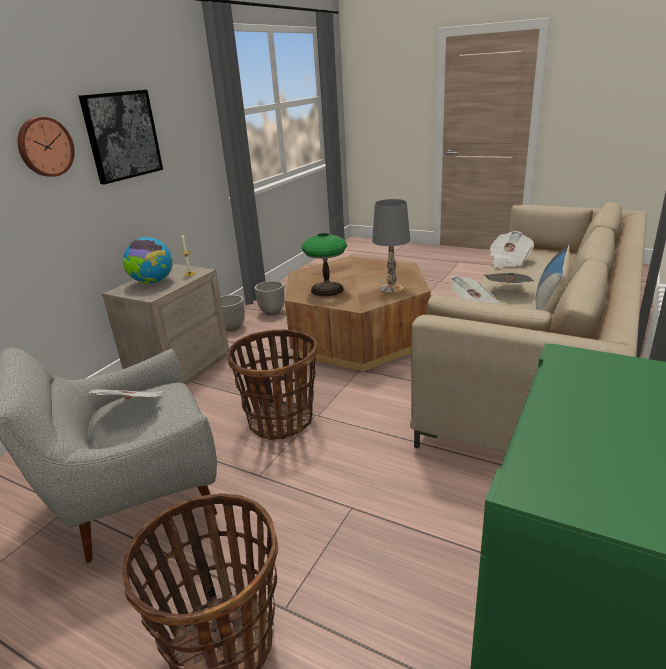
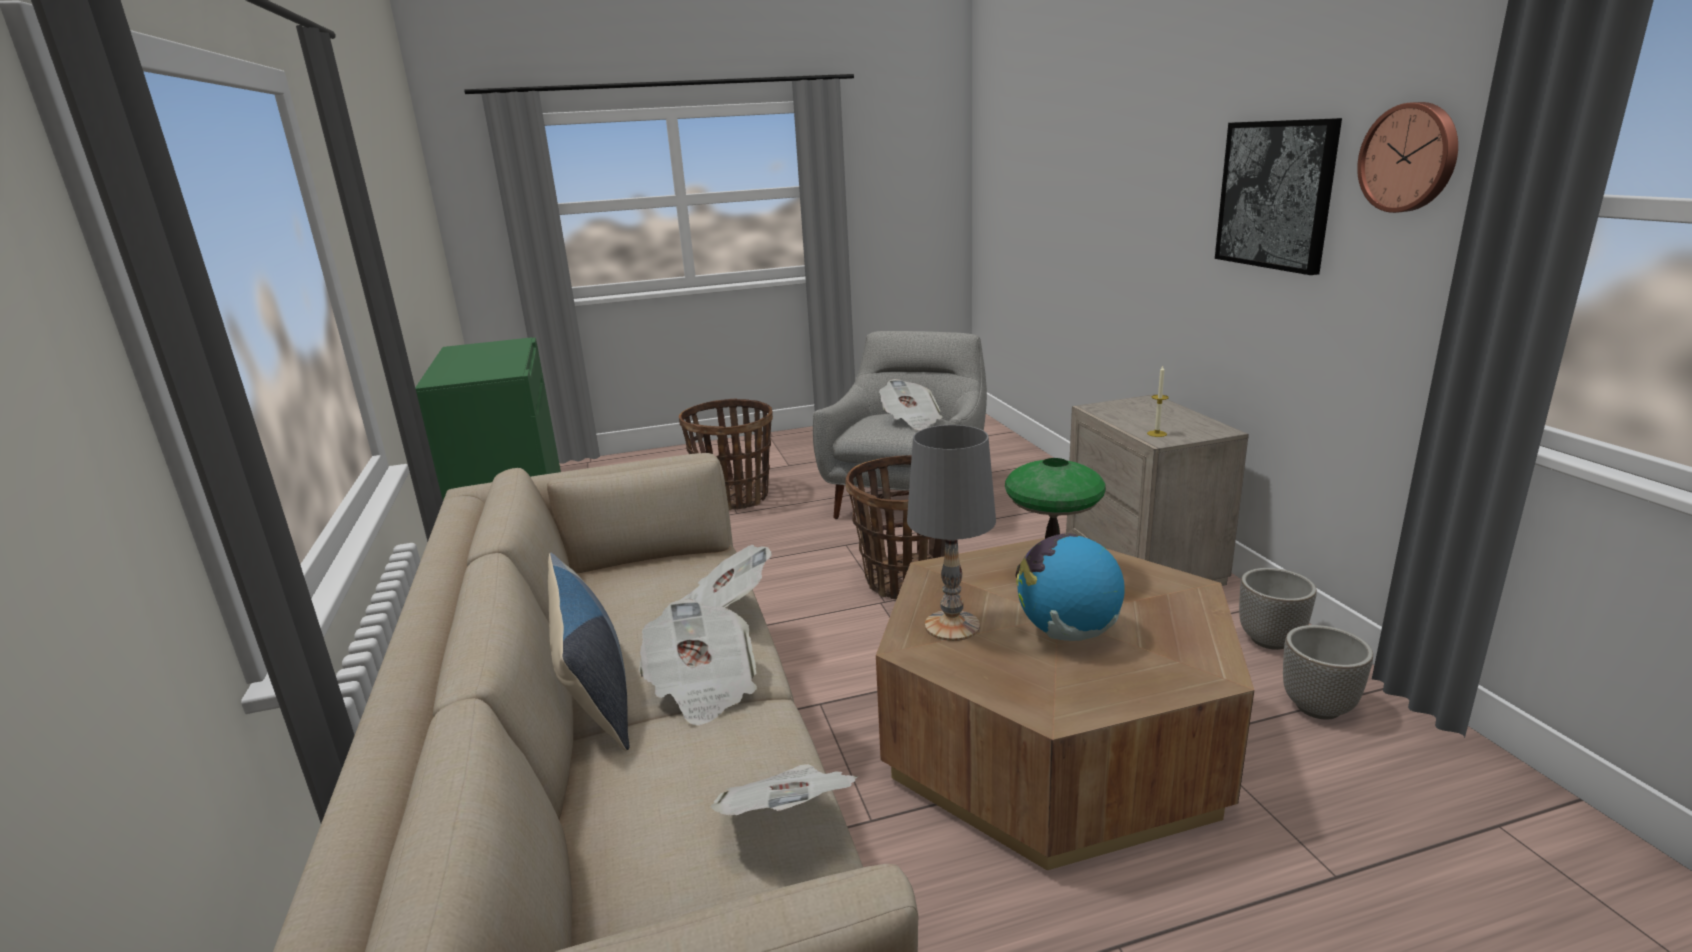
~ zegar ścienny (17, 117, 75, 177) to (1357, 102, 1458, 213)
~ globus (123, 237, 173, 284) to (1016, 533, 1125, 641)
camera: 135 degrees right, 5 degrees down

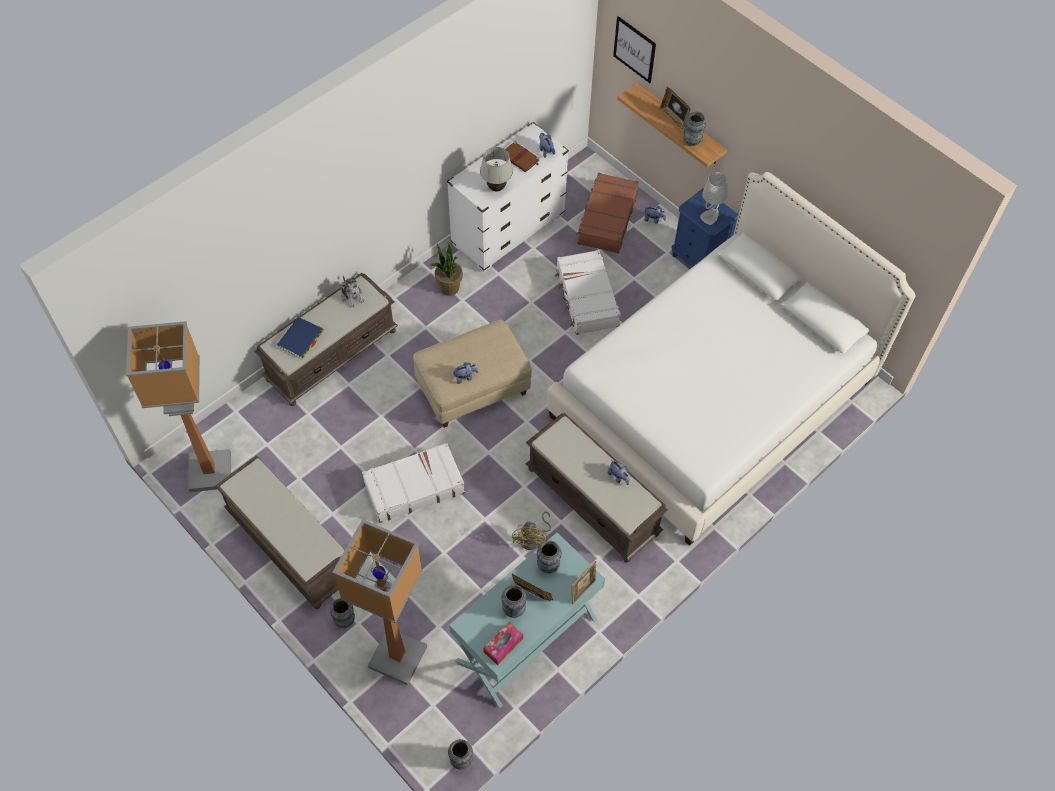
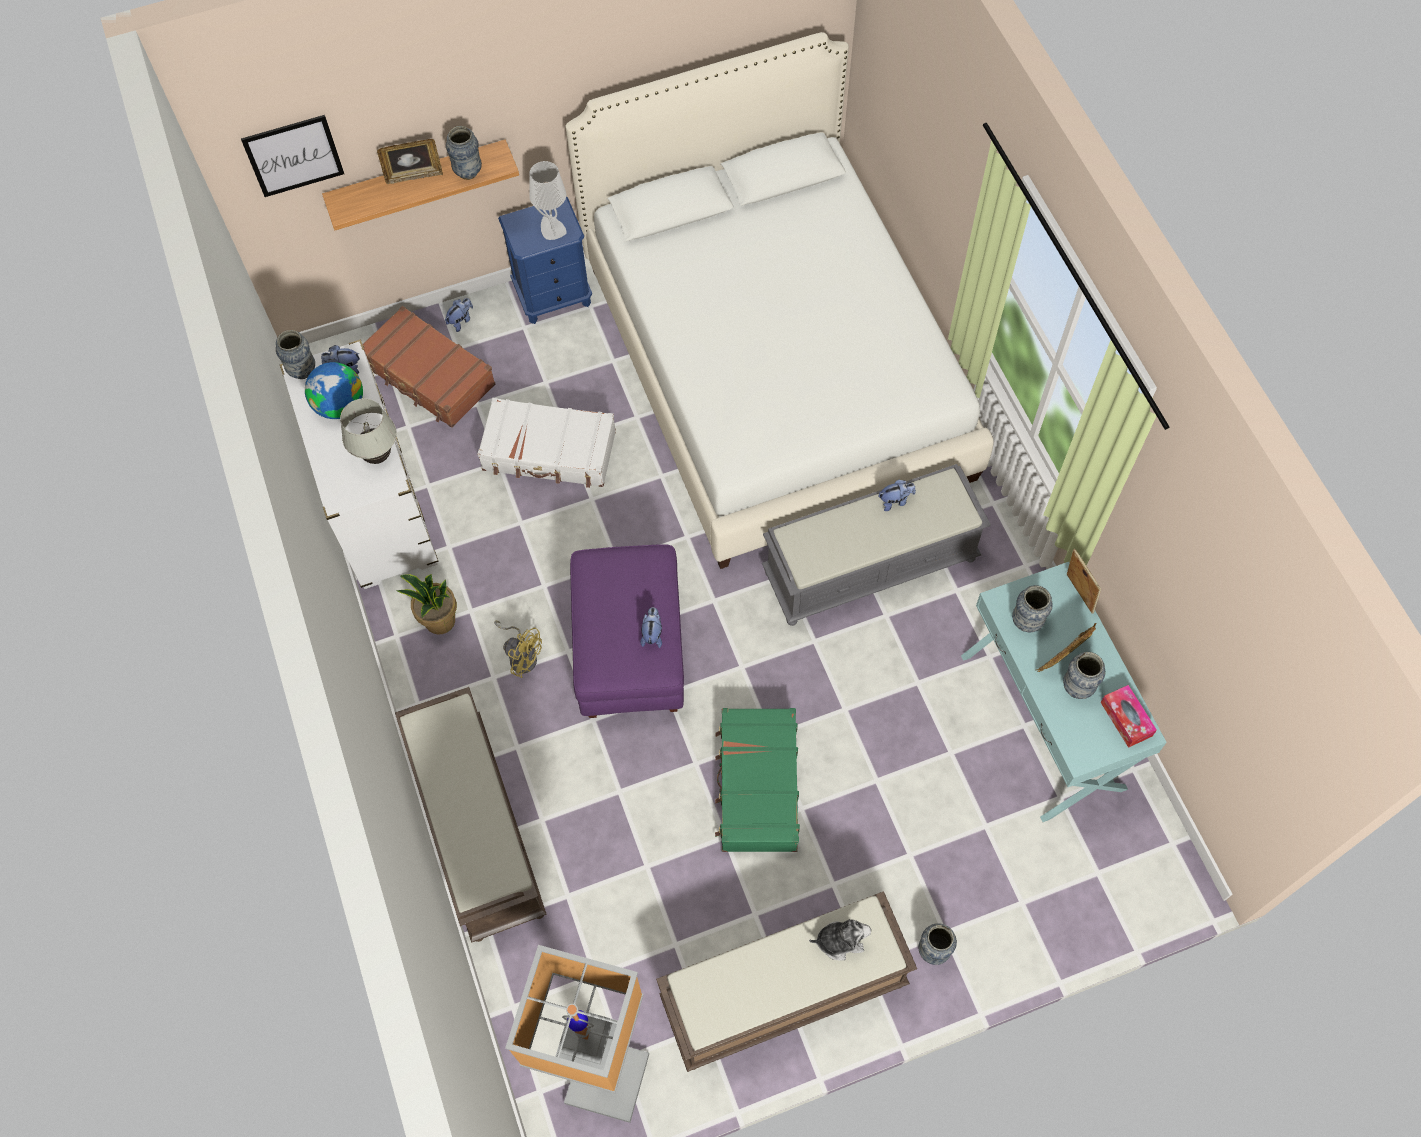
~ książka/brązowy (505, 141, 540, 172) to globus (305, 362, 363, 419)
~ pluszak (340, 276, 365, 308) to (809, 919, 871, 961)
- książka/niebieski (277, 317, 324, 359)
~ pufa/beżowy (413, 320, 532, 428) to pufa/fioletowy (570, 544, 684, 718)
~ ławka/brązowy (526, 413, 668, 562) to ławka/szary (762, 464, 991, 626)
~ walizka/biały (362, 443, 465, 523) to walizka/zielony (715, 708, 800, 852)
~ wentylator/żółty (512, 512, 551, 550) to (494, 621, 542, 678)
- lampa stojąca (332, 519, 427, 686)
~ wazon (448, 739, 473, 769) to (276, 330, 315, 379)
camera: 65 degrees left, 5 degrees up

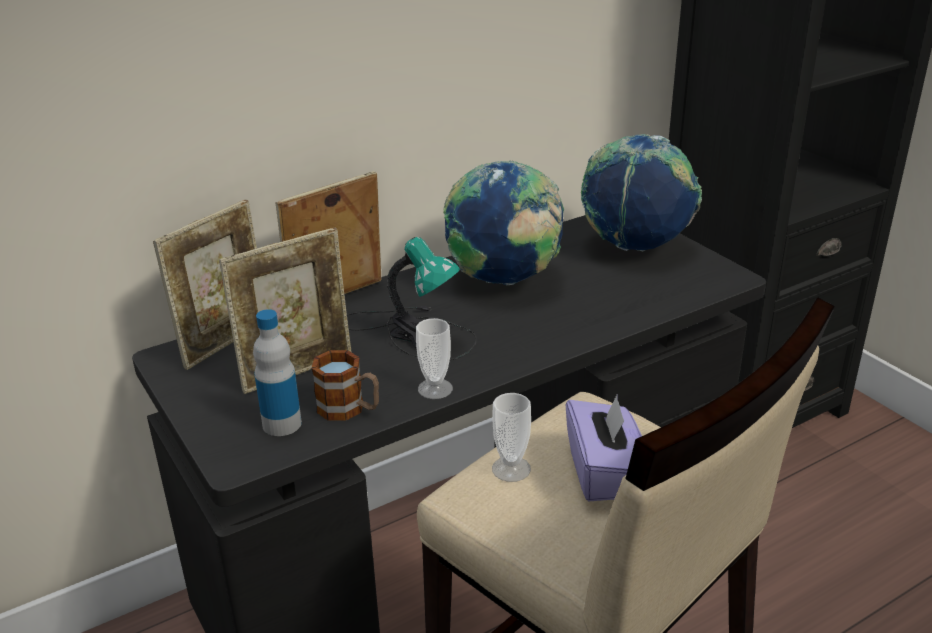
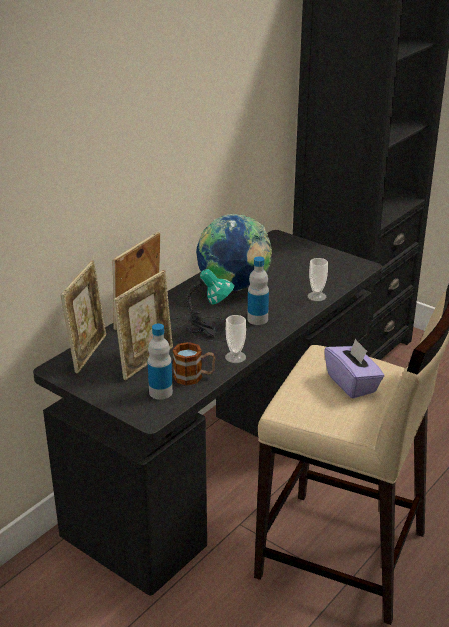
- globus (581, 134, 702, 251)
~ filiżanka (492, 393, 531, 482) to (308, 258, 328, 301)
+ butelka (247, 256, 269, 325)
camera: 20 degrees left, 0 degrees up

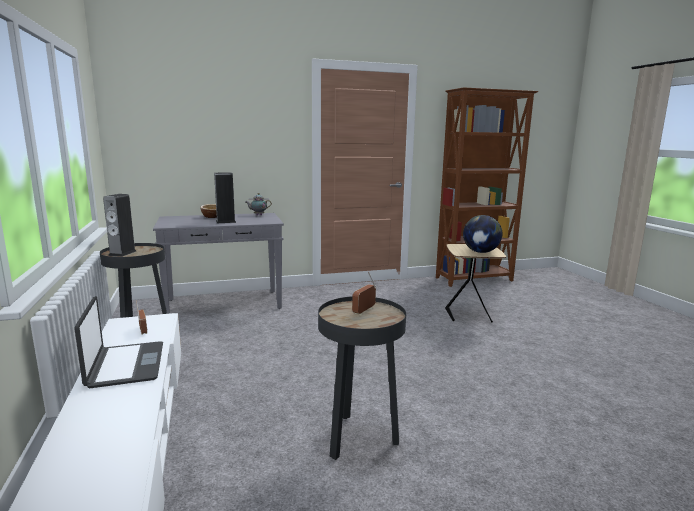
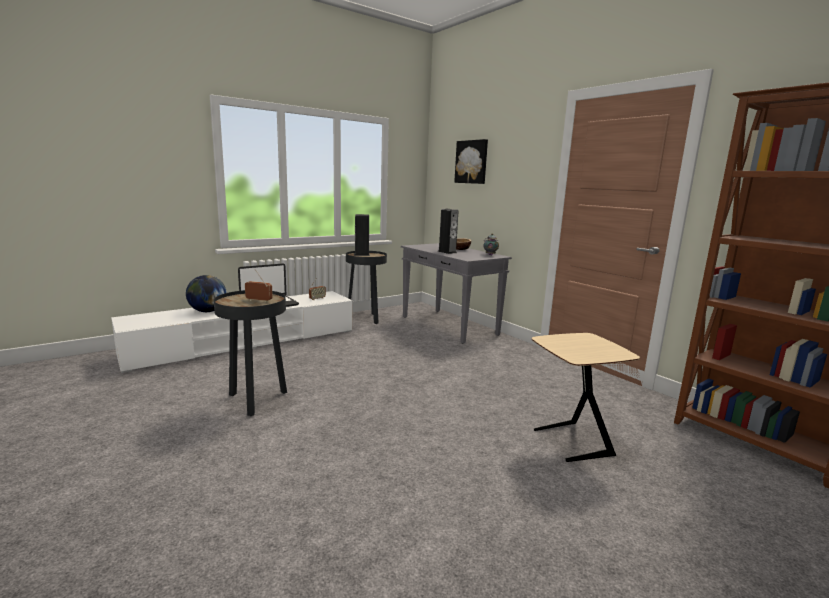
~ globus (463, 215, 502, 253) to (186, 275, 227, 312)
+ obraz (454, 139, 488, 184)
camera: 70 degrees right, 0 degrees up

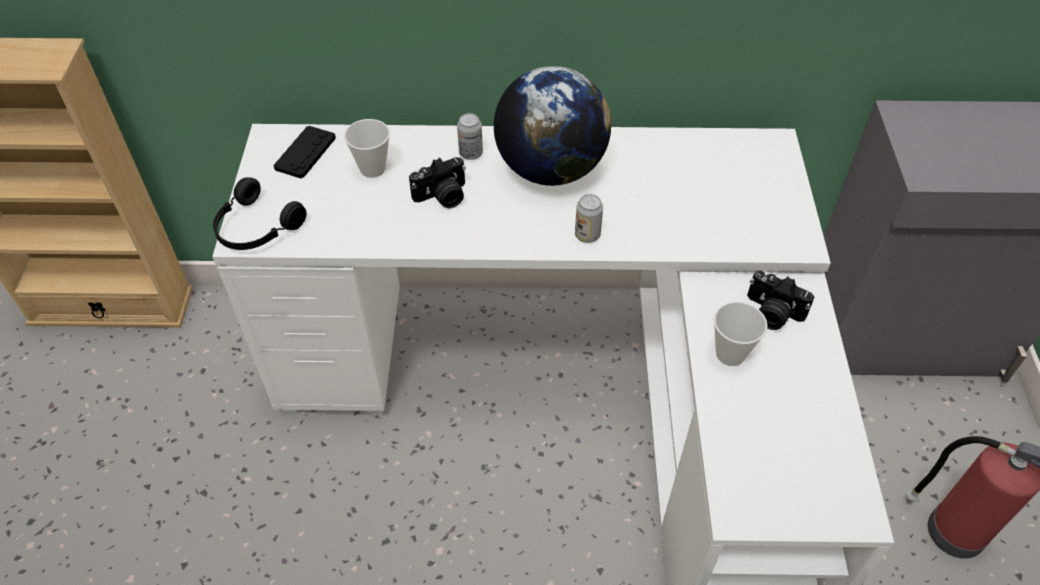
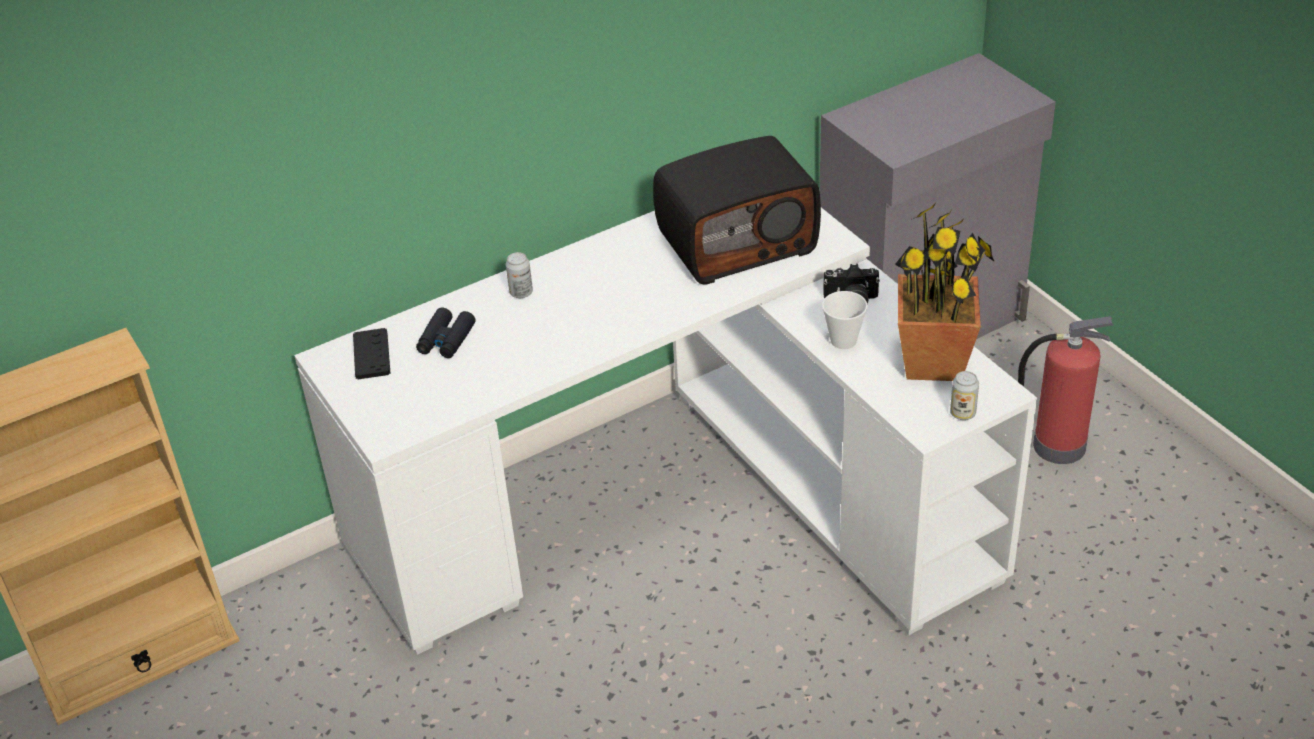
- globus (494, 66, 611, 186)
~ filiżanka (344, 119, 390, 178) to lornetka/czarny (416, 308, 475, 358)
- aparat fotograficzny (409, 157, 466, 208)
- słuchawki/czarny (213, 177, 307, 250)
~ puszka (575, 194, 603, 243) to (950, 371, 979, 420)
+ radio (653, 136, 821, 285)
+ roślina doniczkowa (895, 204, 995, 381)
camera: 30 degrees left, 10 degrees down

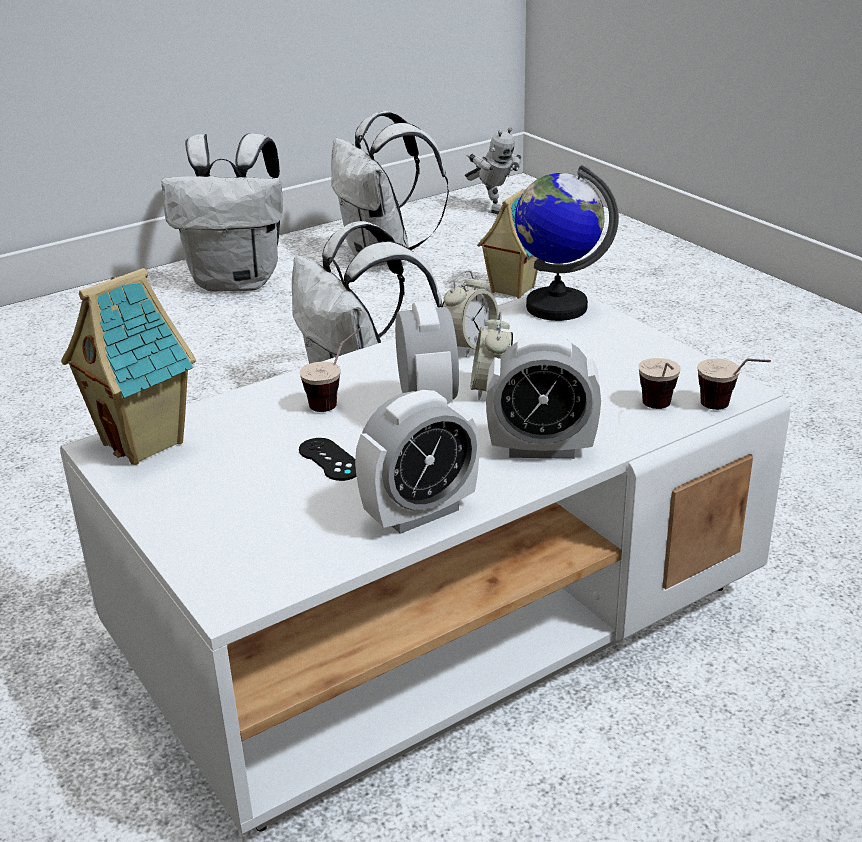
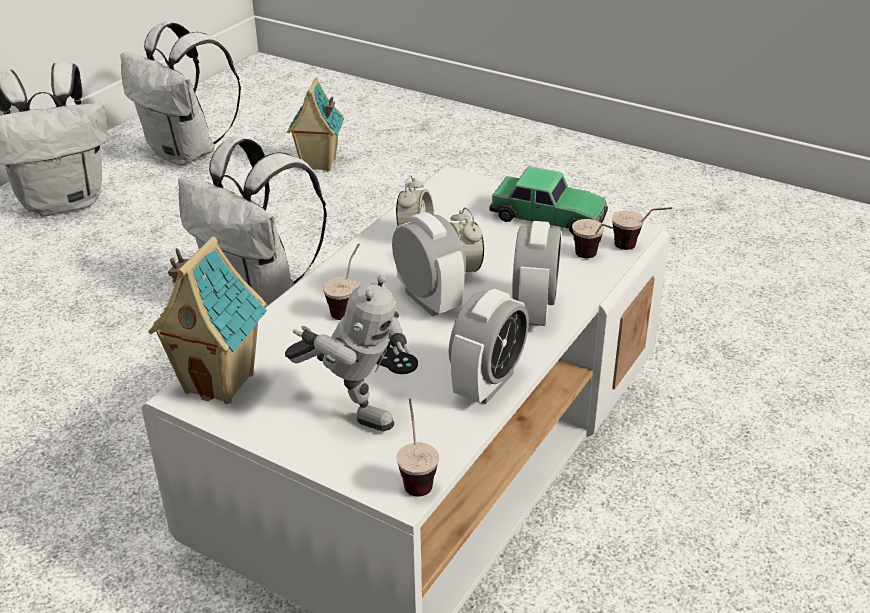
~ robot zabawkowy (465, 127, 521, 214) to (285, 275, 410, 431)
- globus (515, 165, 619, 321)
~ budzik (486, 335, 601, 459) = (512, 221, 561, 326) 60 degrees counterclockwise
+ samochodzik (489, 166, 608, 234)
+ filiżanka (396, 398, 439, 497)
camera: 25 degrees left, 5 degrees up

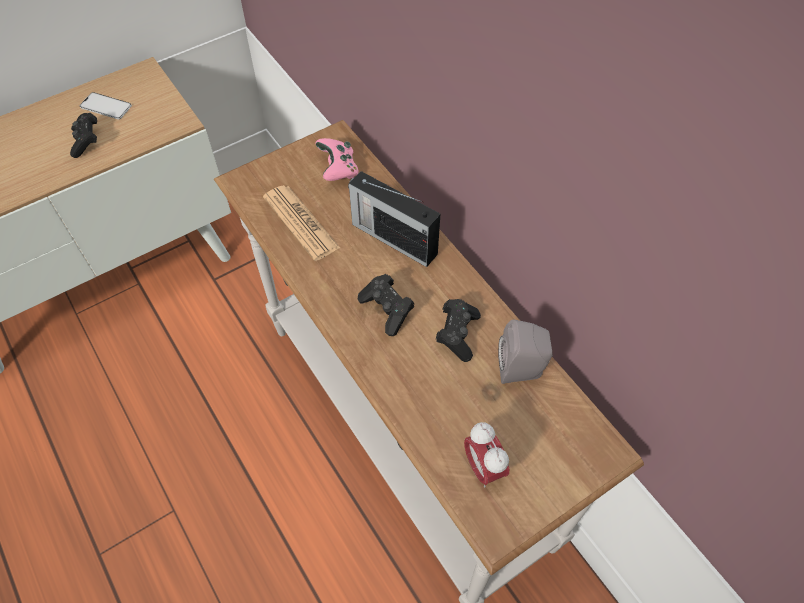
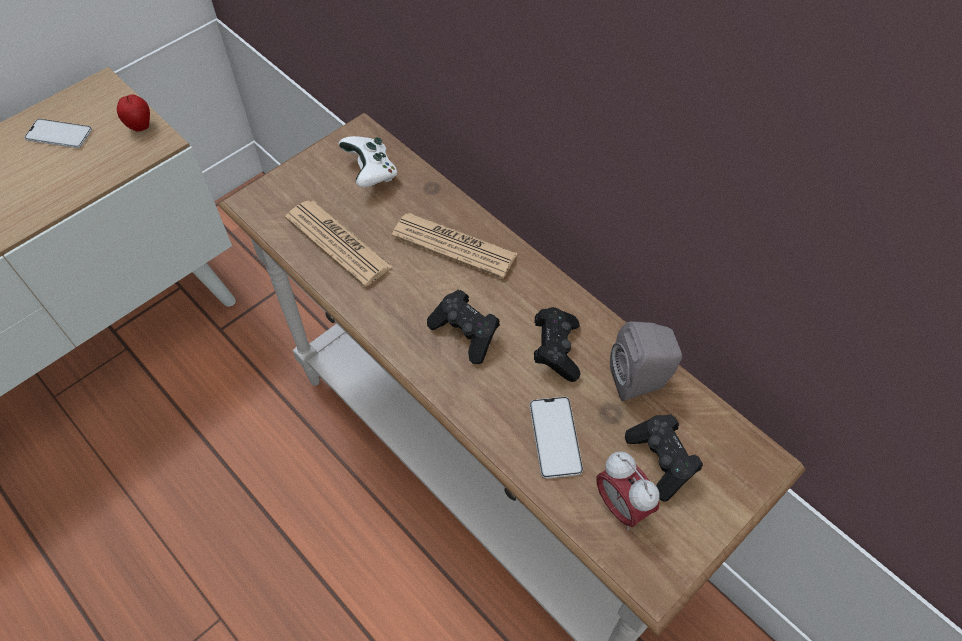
~ pad do gier/czarny (70, 113, 97, 158) to (625, 414, 703, 502)
~ pad do gier/różowy (315, 138, 359, 181) to pad do gier/biały (339, 136, 397, 187)
~ radio (348, 171, 440, 267) to gazeta (392, 213, 518, 279)
+ jabłko (117, 94, 150, 132)
+ telefon (530, 397, 583, 479)
camera: 10 degrees left, 0 degrees up

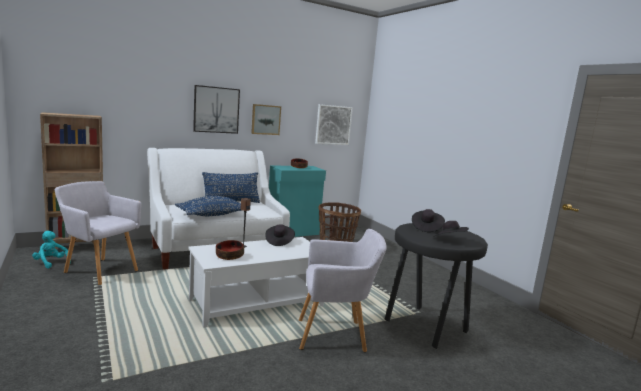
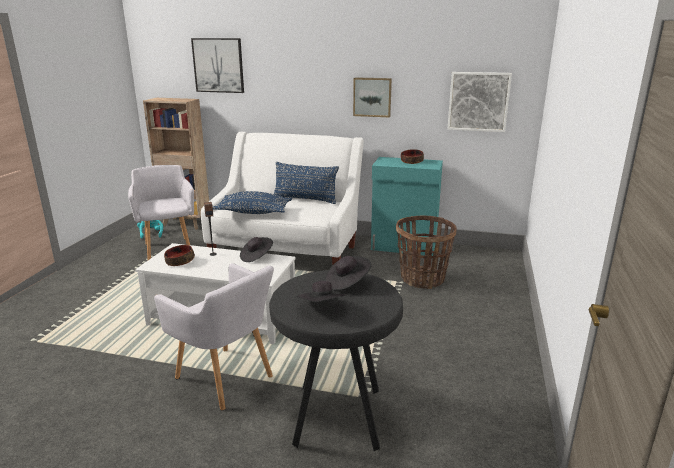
~ obraz (193, 85, 240, 134) to (191, 38, 244, 93)
camera: 45 degrees right, 10 degrees up

